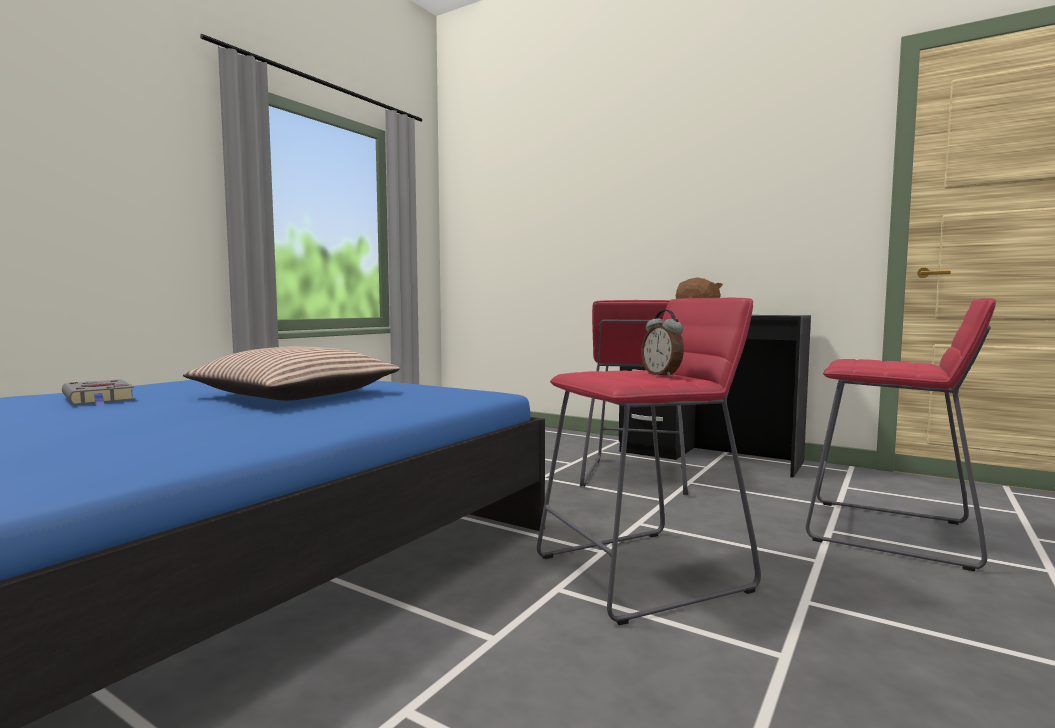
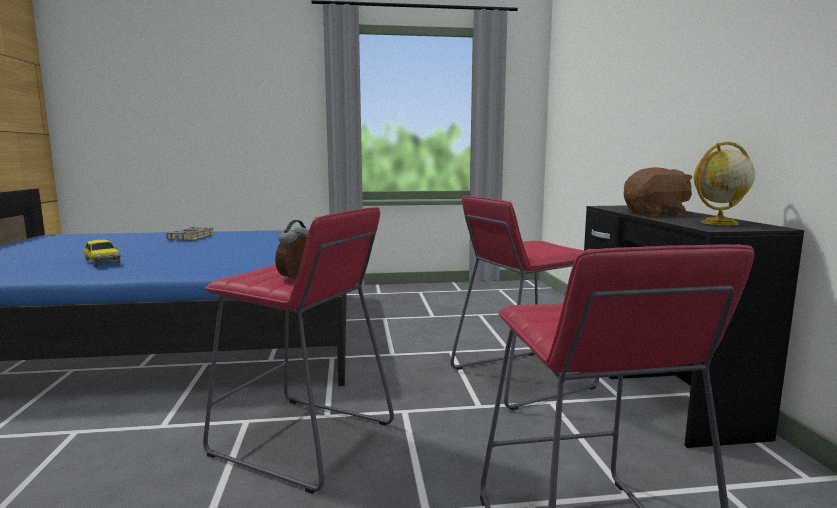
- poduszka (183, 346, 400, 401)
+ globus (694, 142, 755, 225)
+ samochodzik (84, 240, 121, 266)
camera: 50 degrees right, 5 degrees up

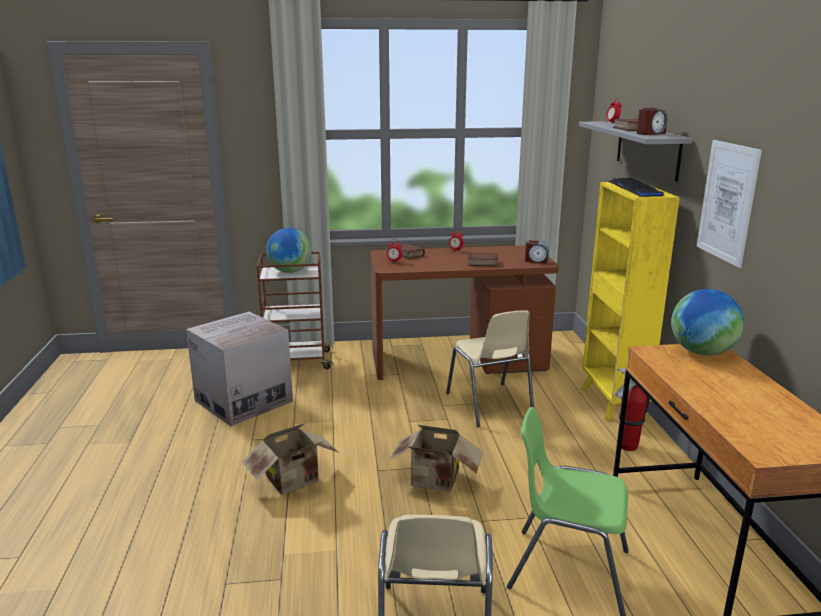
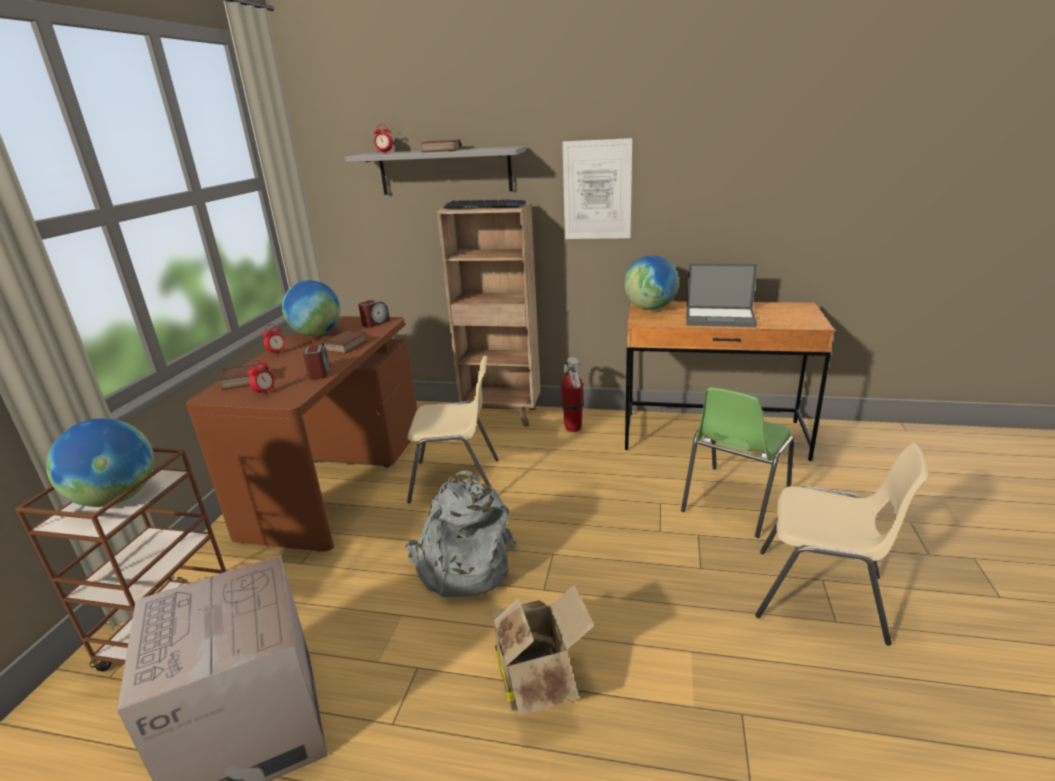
~ budzik (637, 108, 667, 135) to (303, 345, 329, 380)
~ regał/żółty (581, 182, 680, 421) to regał/brązowy (437, 202, 541, 427)
- karton (389, 425, 483, 492)
+ laptop (686, 264, 757, 327)
+ globus (282, 280, 340, 336)
+ plecak/szary (405, 470, 517, 597)
camera: 70 degrees left, 5 degrees up

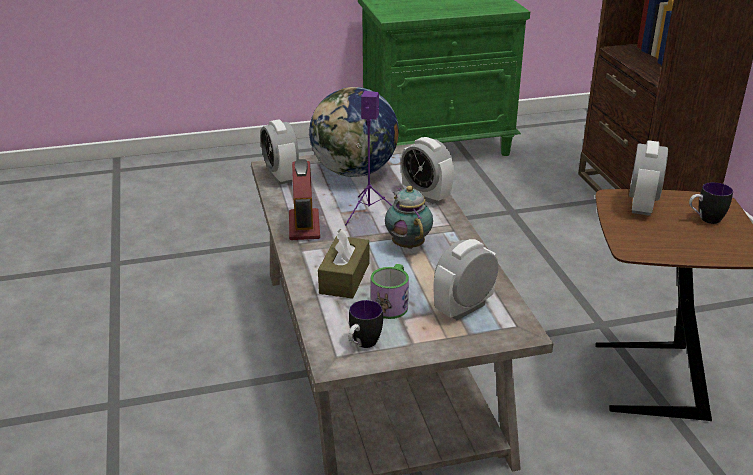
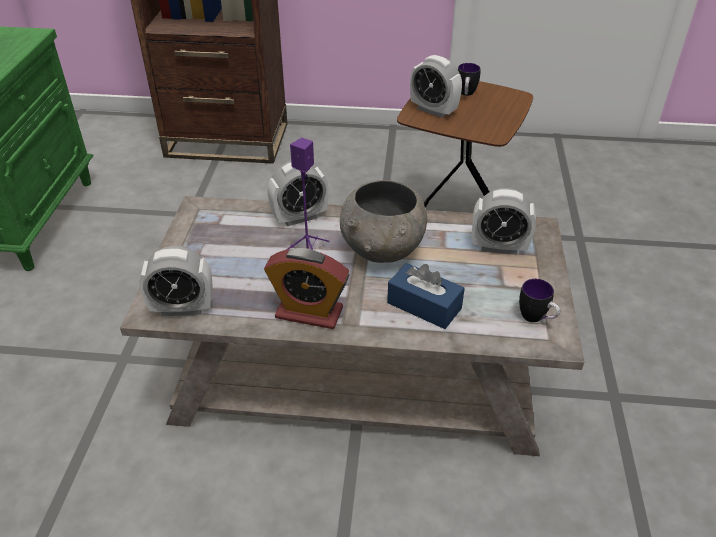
- globus (309, 87, 399, 177)
~ imbryk (385, 186, 433, 249) to miska/szary (340, 180, 427, 263)
~ pudełko chusteczek/brązowy (318, 229, 369, 299) to pudełko chusteczek/niebieski (387, 263, 465, 329)
~ budzik (434, 239, 498, 320) = (472, 188, 536, 255) 60 degrees counterclockwise
- kubek (371, 264, 409, 319)
camera: 70 degrees left, 10 degrees up

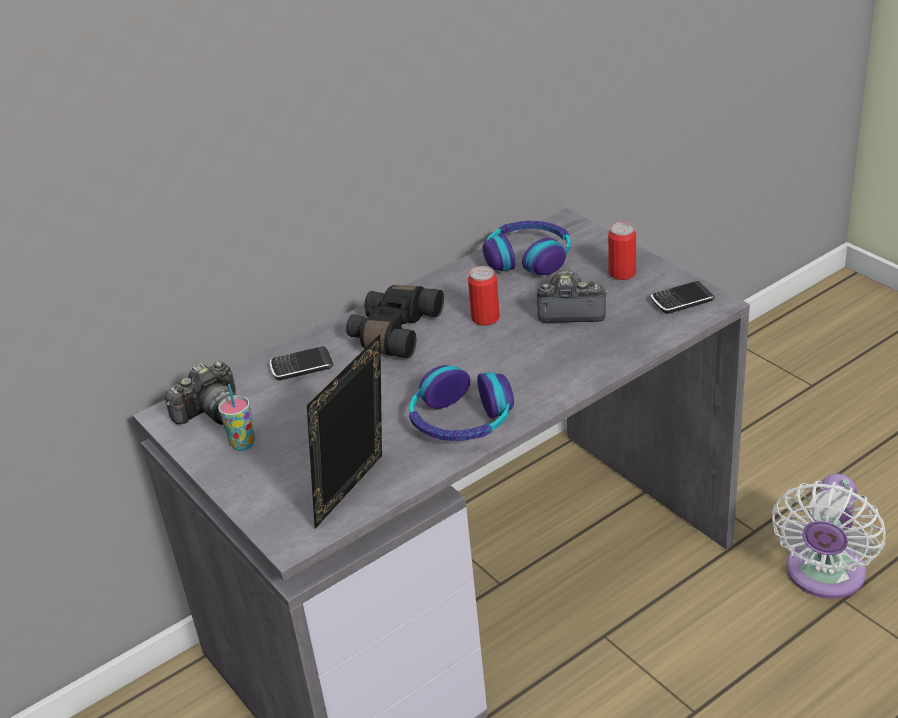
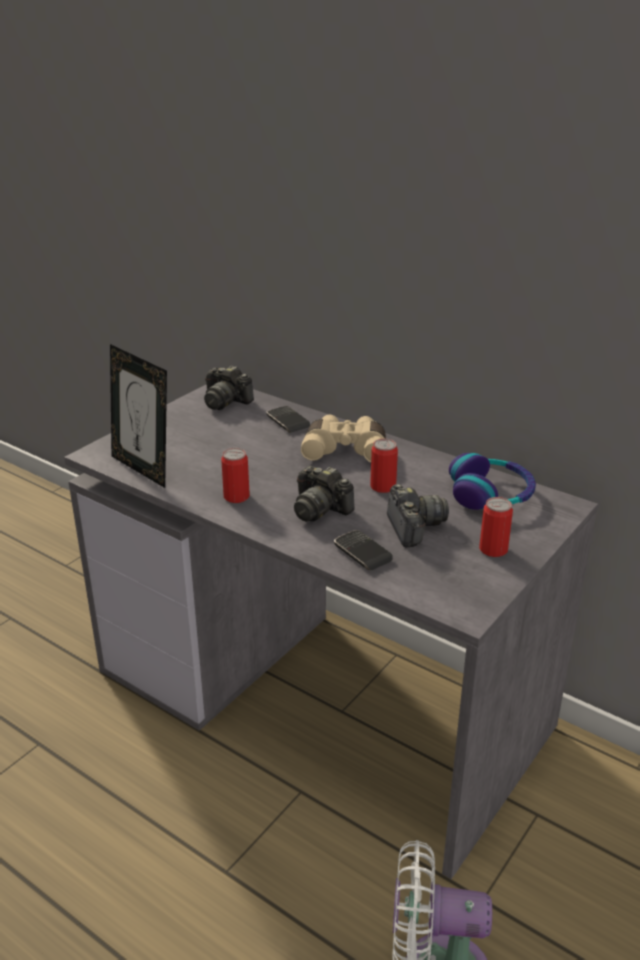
~ telefon (651, 281, 715, 314) to (334, 530, 393, 570)
~ lornetka/czarny (346, 285, 444, 358) to lornetka/beżowy (301, 415, 386, 462)
~ ramka na zdjęcie (307, 335, 382, 529) = (110, 344, 167, 488) 150 degrees counterclockwise
~ słuchawki (409, 365, 514, 441) to puszka (221, 448, 250, 503)
- filiżanka (218, 384, 255, 451)
+ aparat fotograficzny (294, 466, 355, 522)
camera: 70 degrees right, 5 degrees down

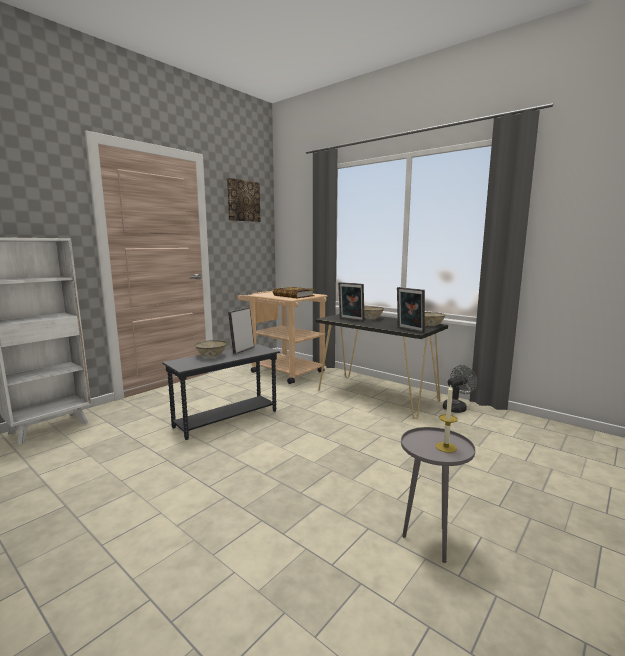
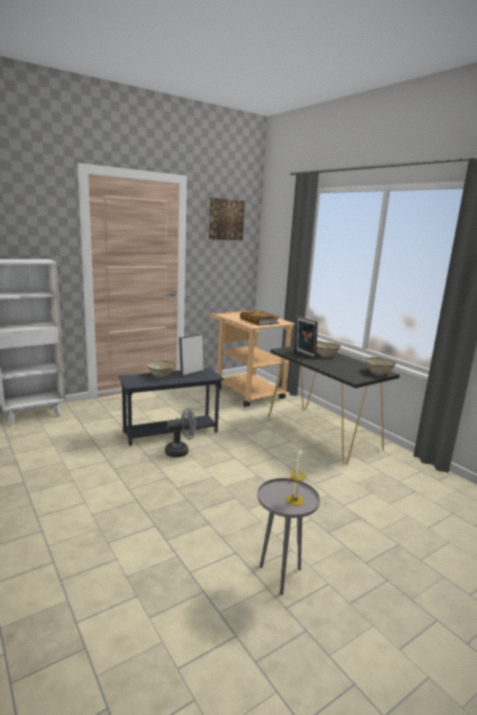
- ramka na zdjęcie (397, 287, 425, 333)
~ wentylator/szary (443, 365, 477, 413) to (165, 408, 197, 457)
camera: 15 degrees right, 5 degrees up

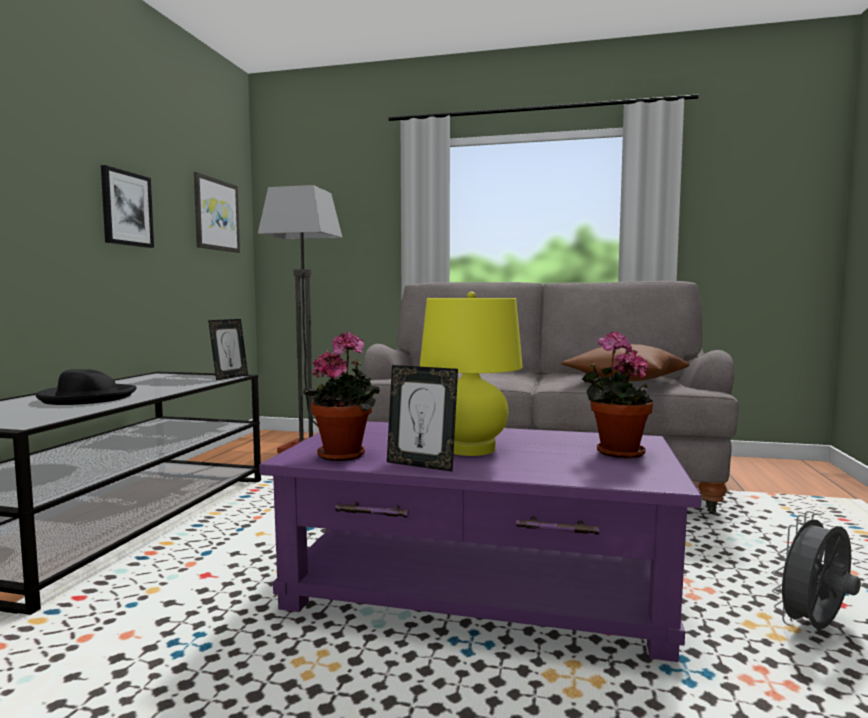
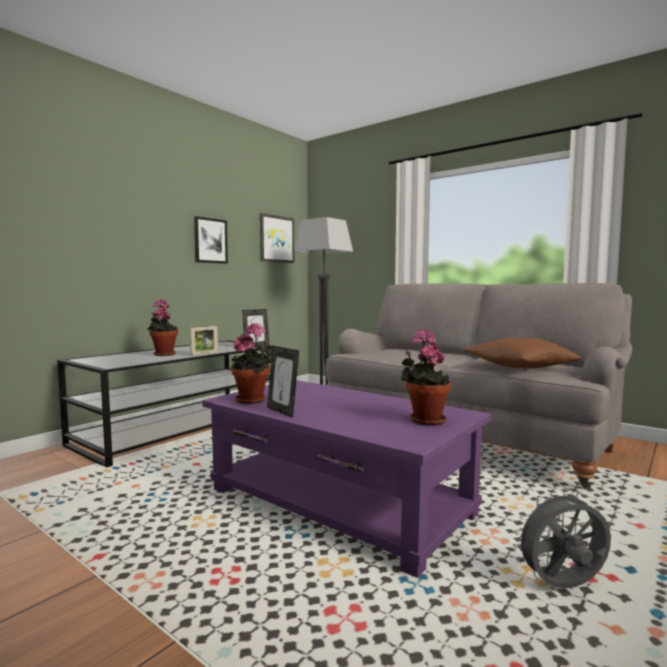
- lampa stołowa/żółty (420, 292, 523, 456)
~ kapelusz/czarny (36, 369, 137, 405) to roślina doniczkowa (147, 299, 178, 356)
+ ramka na zdjęcie (190, 326, 218, 356)
camera: 25 degrees right, 0 degrees up

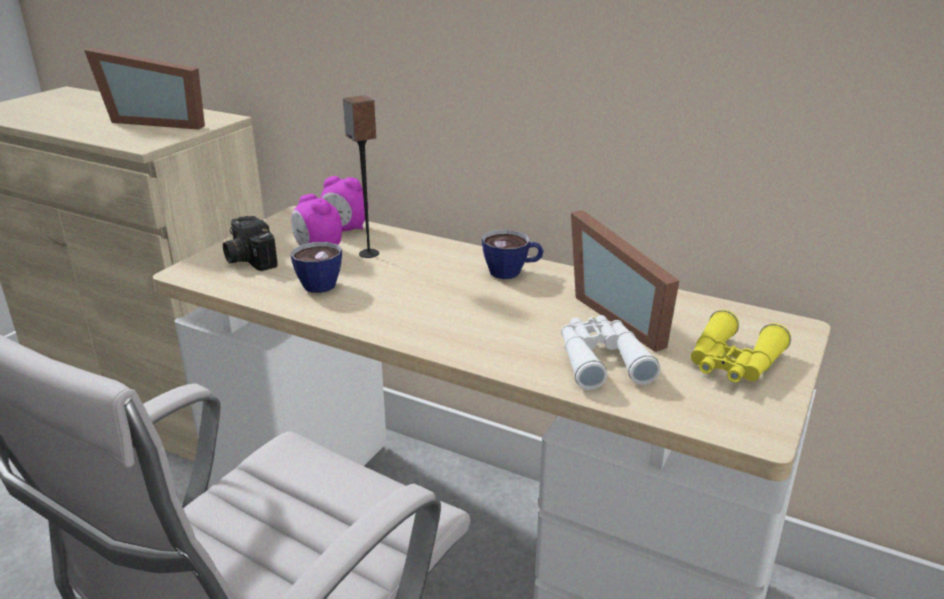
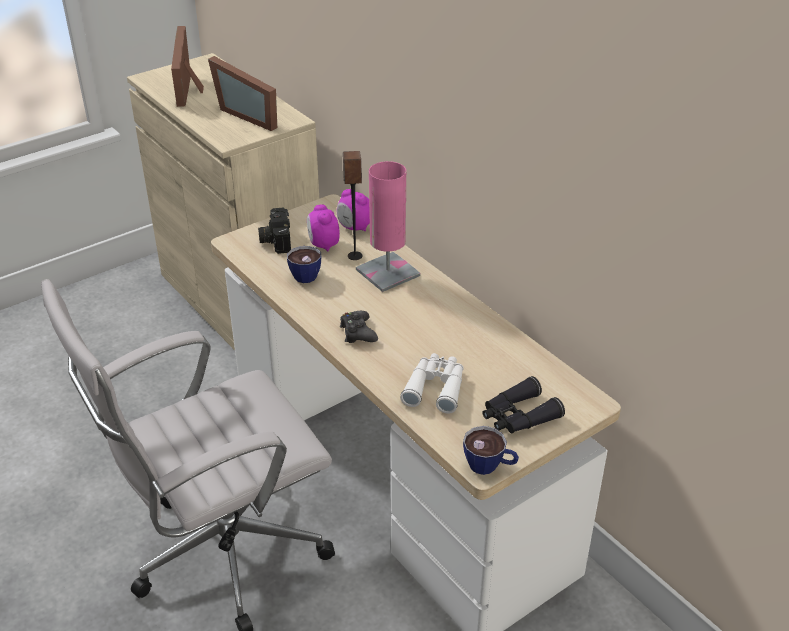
~ ramka na zdjęcie (571, 210, 679, 352) to (171, 26, 204, 107)
~ filiżanka (482, 230, 544, 279) to (463, 426, 519, 475)
~ lornetka/żółty (691, 310, 791, 383) to lornetka/czarny (482, 376, 565, 433)
+ lampa stołowa/różowy (356, 161, 421, 292)
+ pad do gier/czarny (340, 311, 378, 343)
camera: 25 degrees right, 10 degrees up

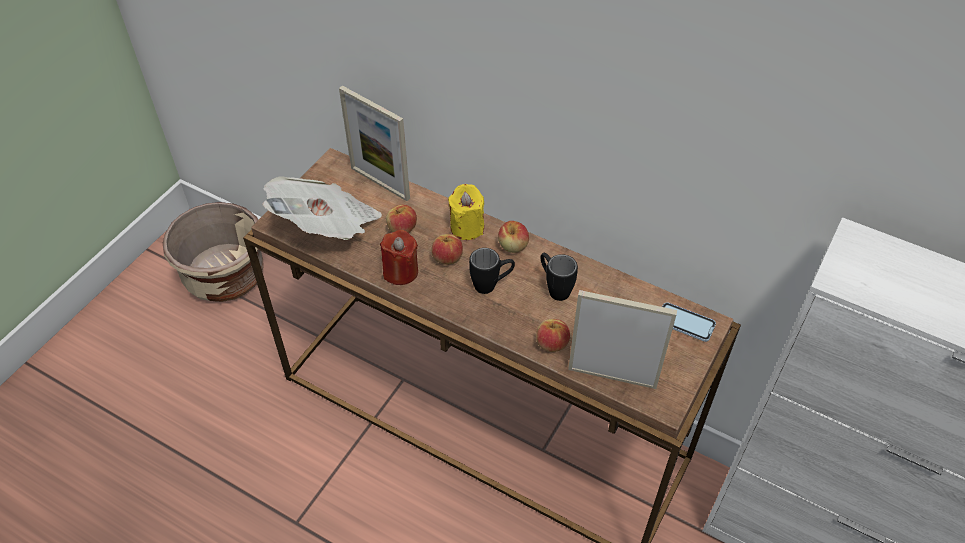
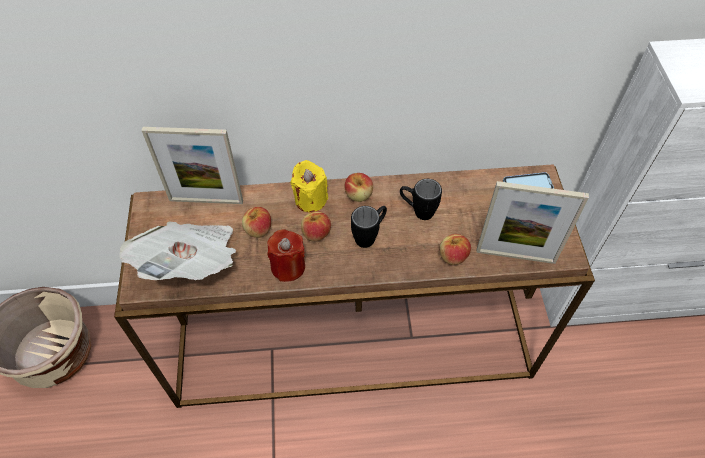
~ ramka na zdjęcie (568, 290, 677, 389) = (476, 181, 589, 264) 150 degrees counterclockwise
camera: 35 degrees left, 5 degrees up

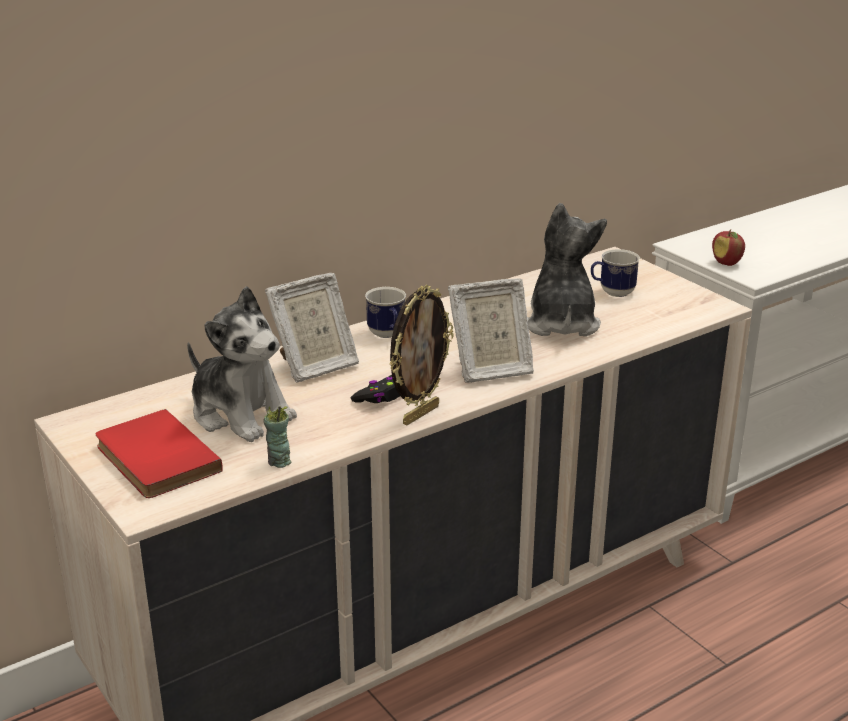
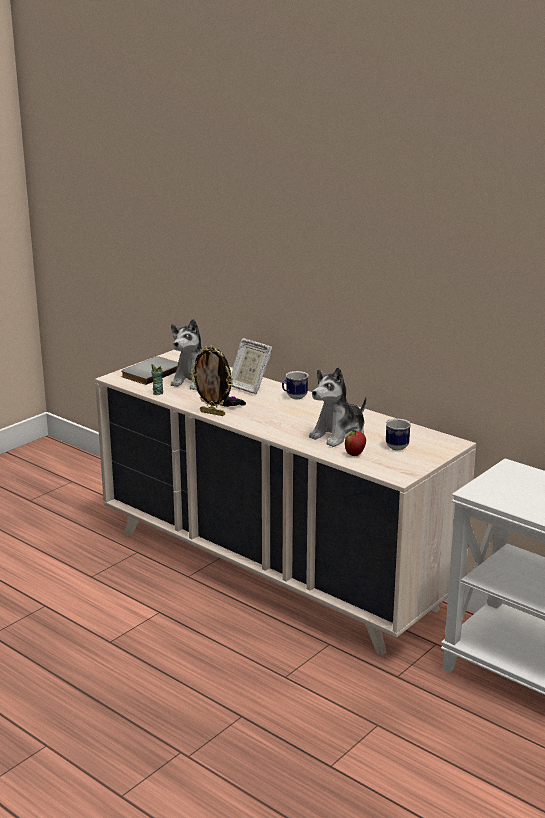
~ pluszak (527, 203, 607, 336) = (309, 367, 367, 447) 150 degrees clockwise
~ jabłko (712, 229, 745, 266) to (345, 430, 366, 456)
- ramka na zdjęcie (448, 278, 534, 383)
~ książka/czerwony (96, 409, 223, 498) to książka/szary (121, 356, 178, 385)
camera: 75 degrees right, 5 degrees down

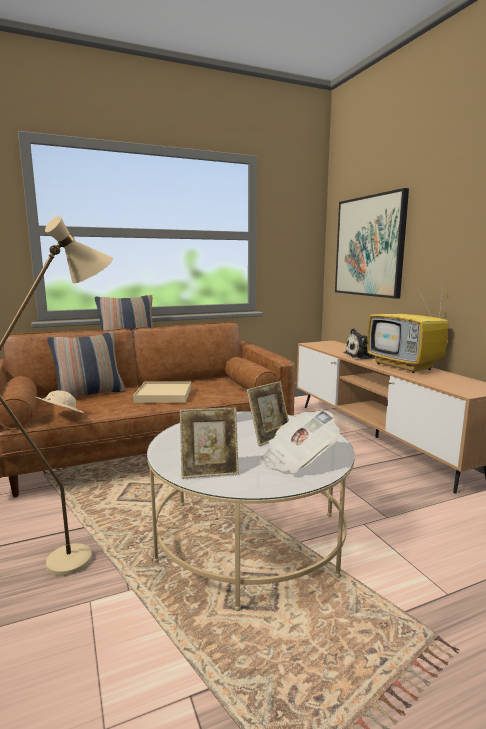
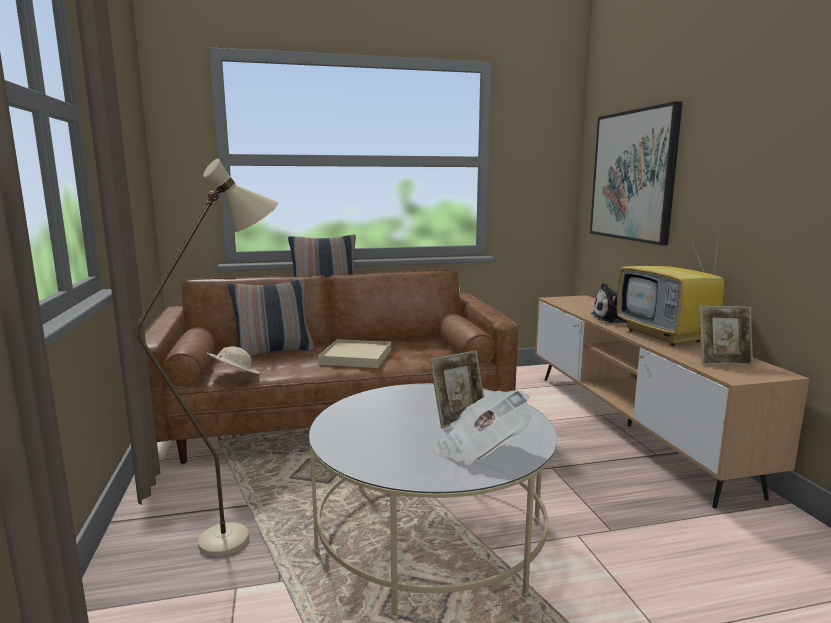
~ ramka na zdjęcie (180, 408, 239, 479) to (700, 306, 753, 365)
camera: 10 degrees right, 0 degrees up

